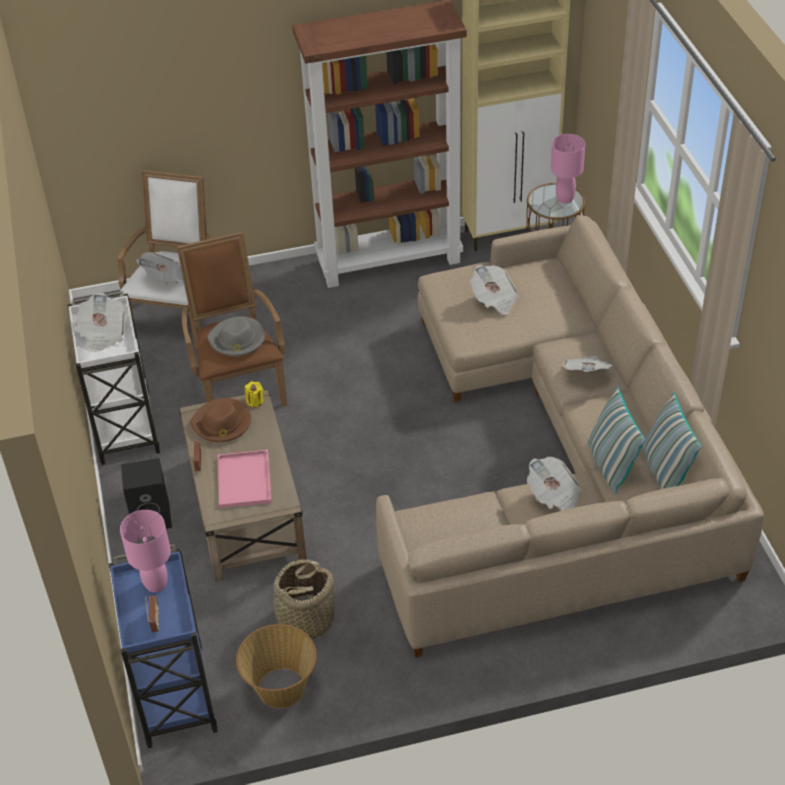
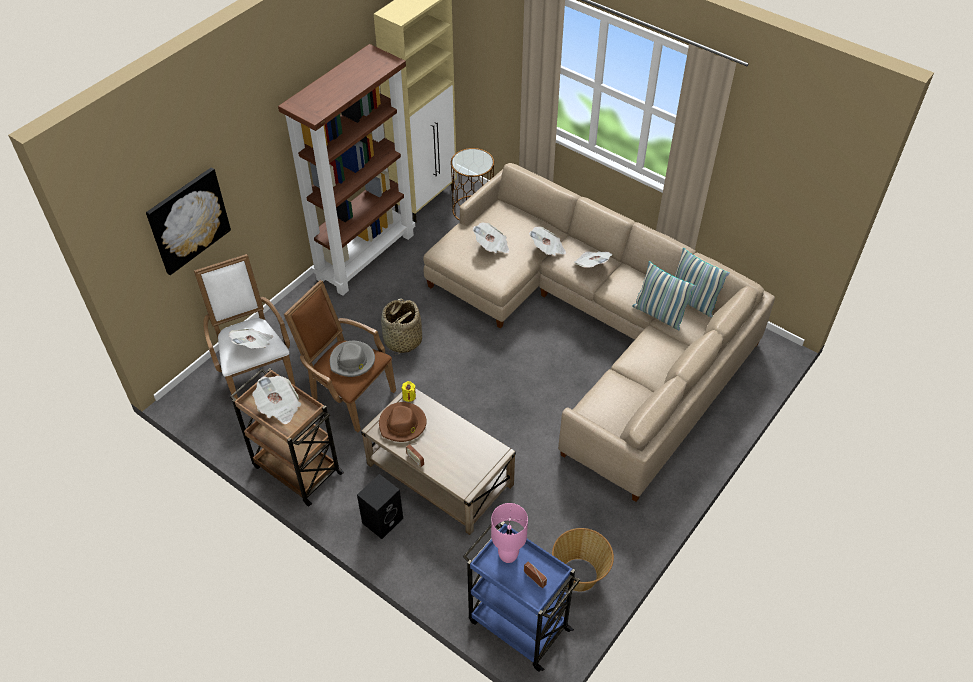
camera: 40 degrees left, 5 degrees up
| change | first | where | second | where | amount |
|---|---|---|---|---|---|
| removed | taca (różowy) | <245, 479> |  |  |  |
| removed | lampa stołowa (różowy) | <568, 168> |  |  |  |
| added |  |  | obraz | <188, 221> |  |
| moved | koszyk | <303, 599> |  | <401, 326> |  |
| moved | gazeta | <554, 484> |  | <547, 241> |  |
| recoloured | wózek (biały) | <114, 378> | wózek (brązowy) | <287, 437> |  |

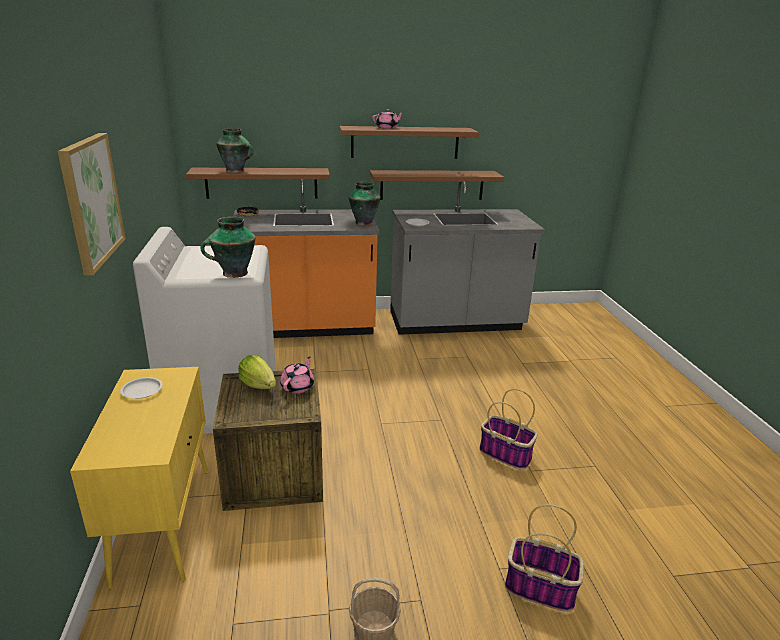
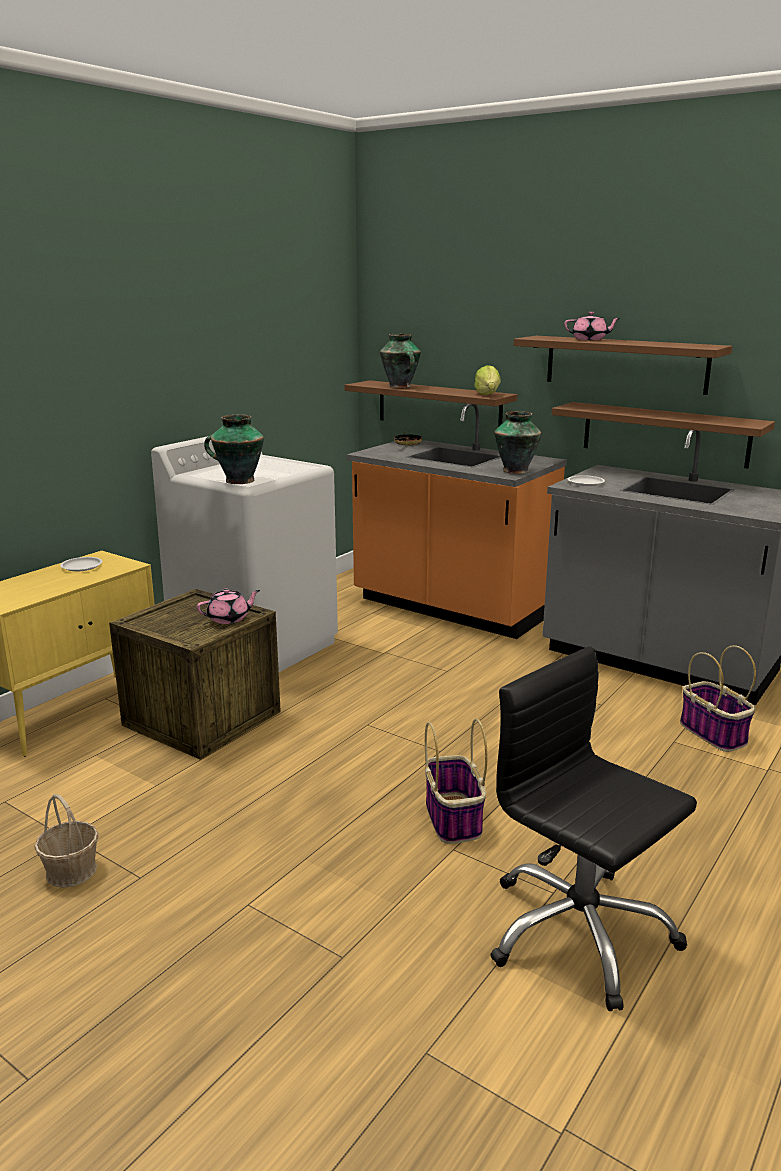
camera: 45 degrees right, 5 degrees down
| change | first | where | second | where | amount |
|---|---|---|---|---|---|
| removed | obraz | <91, 204> |  |  |  |
| added |  |  | krzesło biurowe (czarny) | <593, 828> |  |
| moved | sałata | <257, 372> |  | <487, 380> |  |
| moved | koszyk | <544, 558> |  | <718, 698> |  |

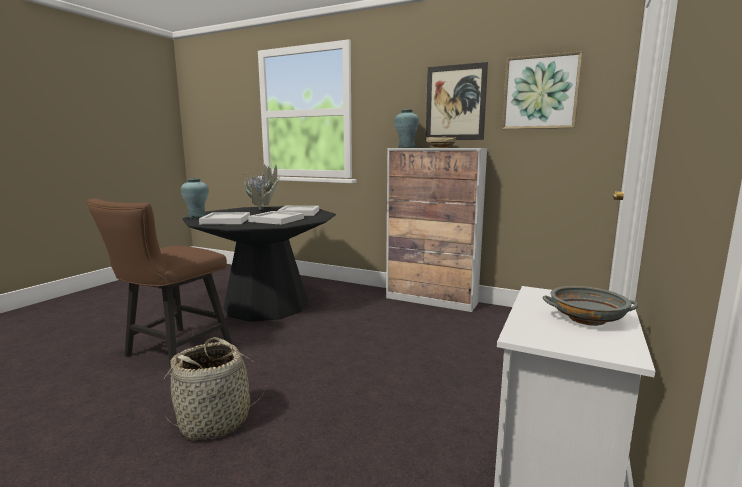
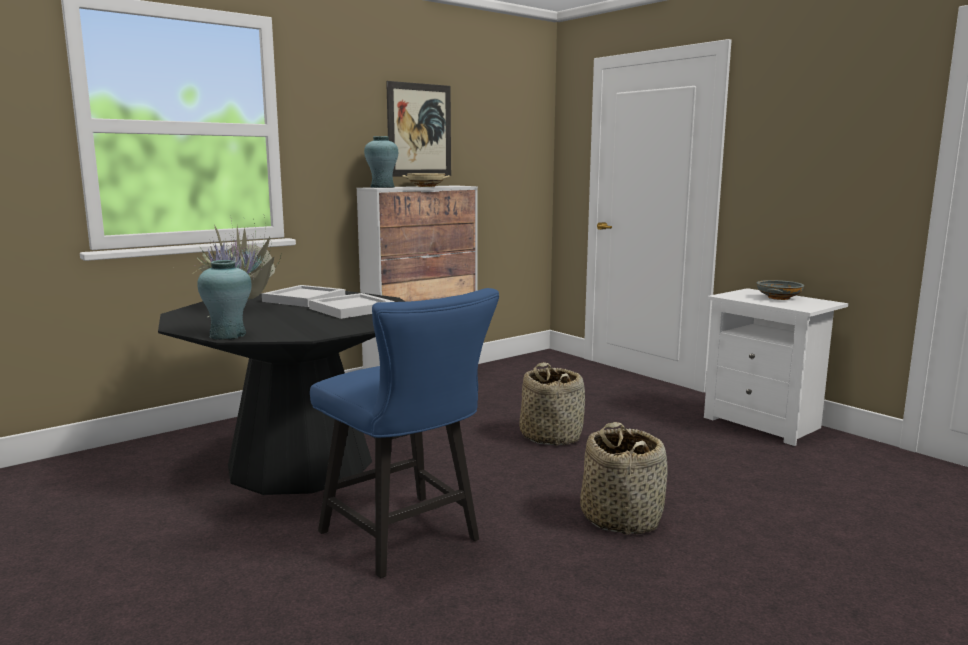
camera: 65 degrees left, 0 degrees up
| change | first | where | second | where | amount |
|---|---|---|---|---|---|
| removed | taca (biały) | <224, 218> |  |  |  |
| removed | obraz | <542, 90> |  |  |  |
| added |  |  | koszyk | <552, 404> |  |
| recoloured | krzesło (brązowy) | <159, 283> | krzesło (niebieski) | <404, 433> |  |

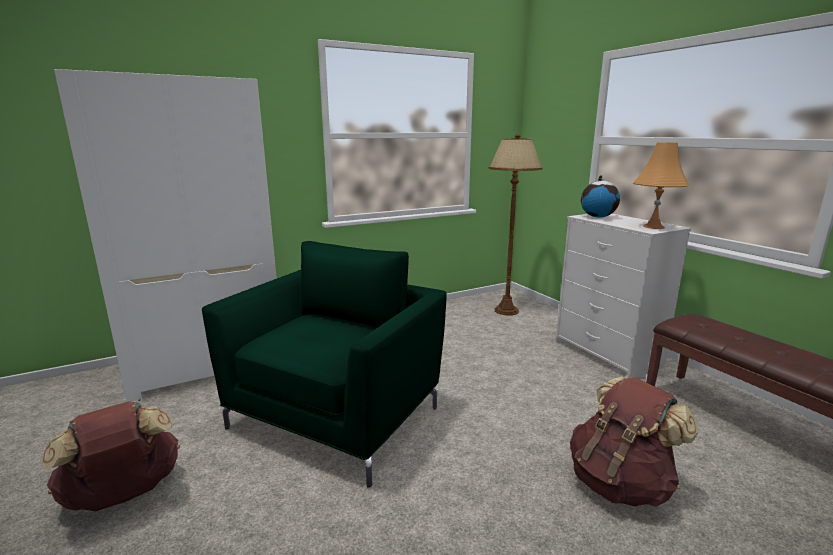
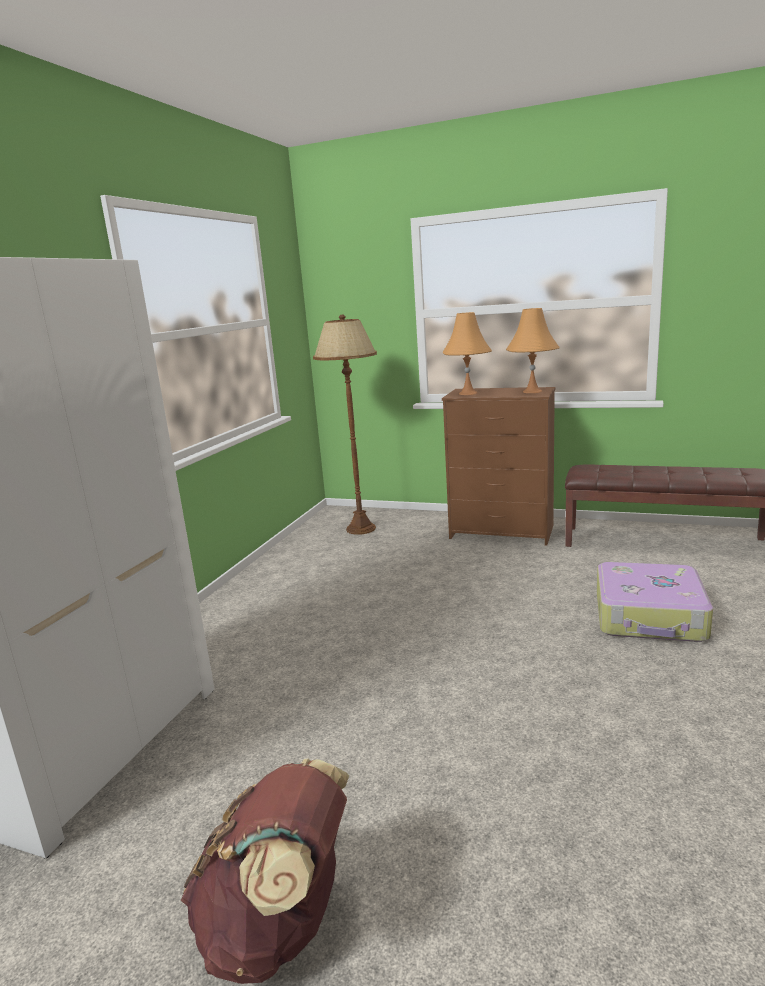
camera: 40 degrees left, 0 degrees up
| change | first | where | second | where | amount |
|---|---|---|---|---|---|
| removed | fotel (zielony) | <324, 364> |  |  |  |
| replaced | plecak (brązowy) | <634, 442> | walizka | <655, 602> |  |
| replaced | globus | <600, 196> | lampa stołowa (pomarańczowy) | <467, 353> |  |
| recoloured | komoda (biały) | <623, 296> | komoda (brązowy) | <499, 466> |  |

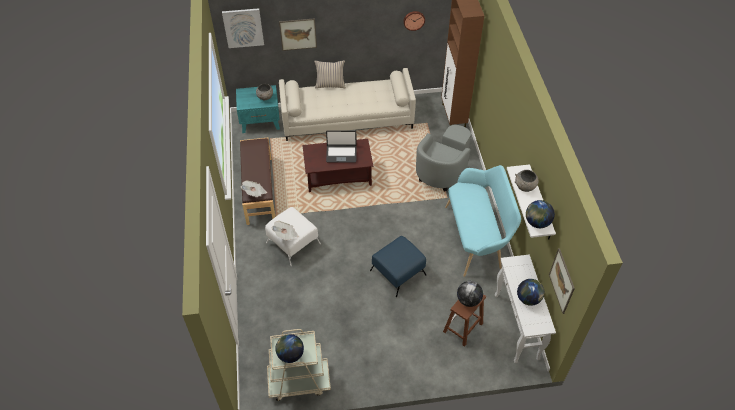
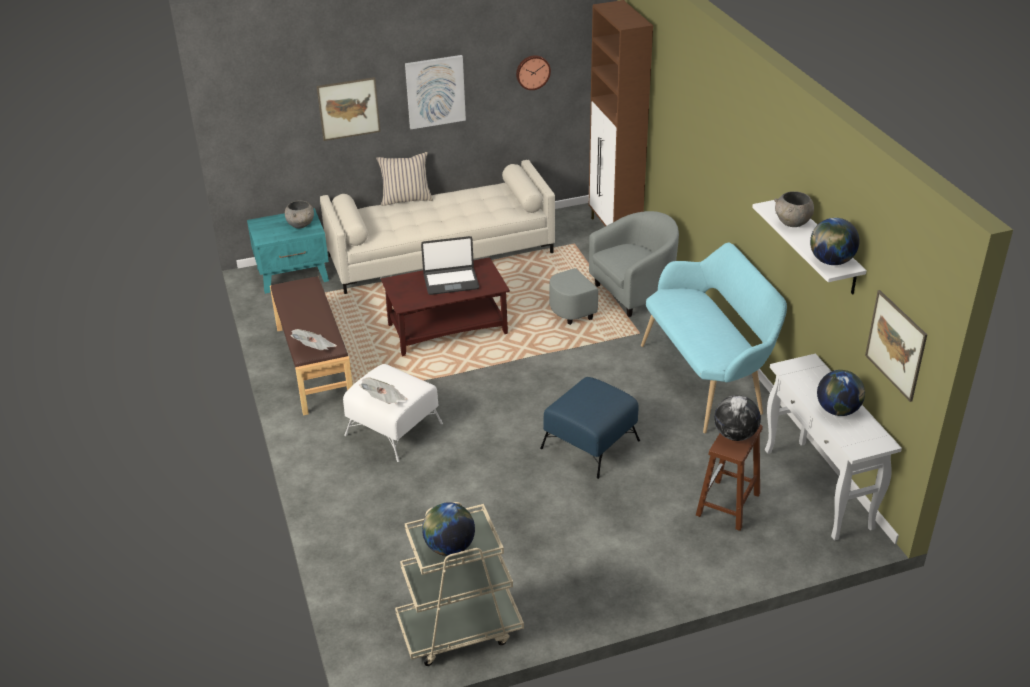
camera: 10 degrees left, 15 degrees down
| change | first | where | second | where | amount |
|---|---|---|---|---|---|
| moved | obraz | <243, 28> |  | <435, 92> |  |
| turned | fotel (szary) | <443, 158> |  | <614, 268> | 135 degrees counterclockwise |

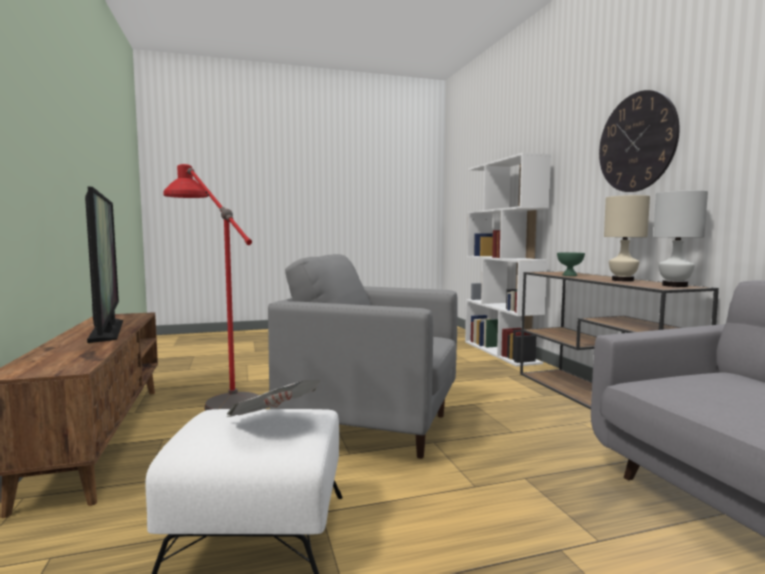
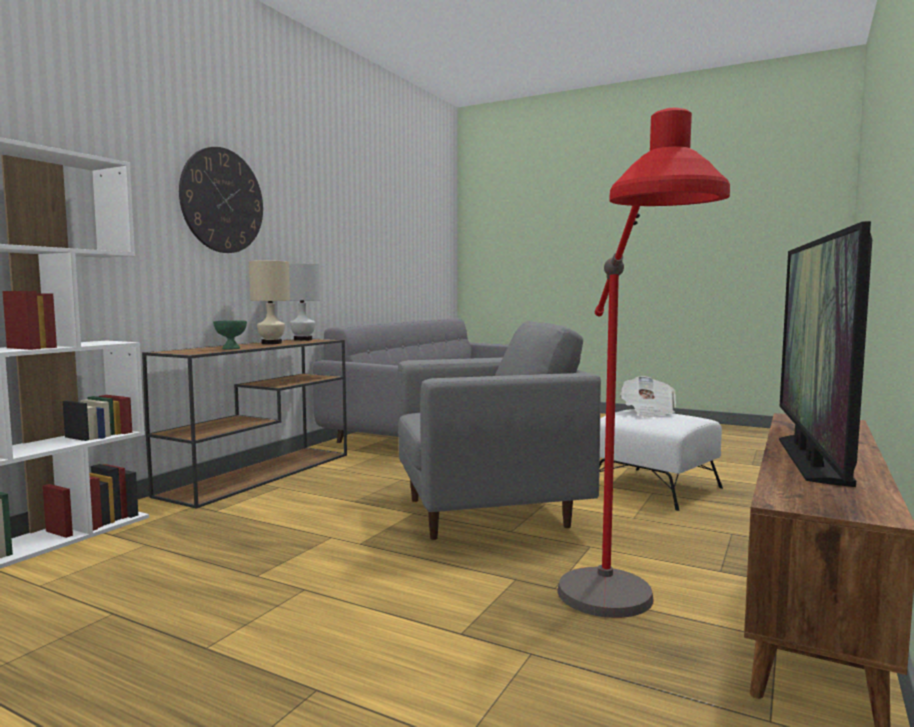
camera: 135 degrees left, 0 degrees up
| change | first | where | second | where | amount |
|---|---|---|---|---|---|
| turned | fotel (szary) | <363, 356> |  | <499, 430> | 75 degrees counterclockwise |

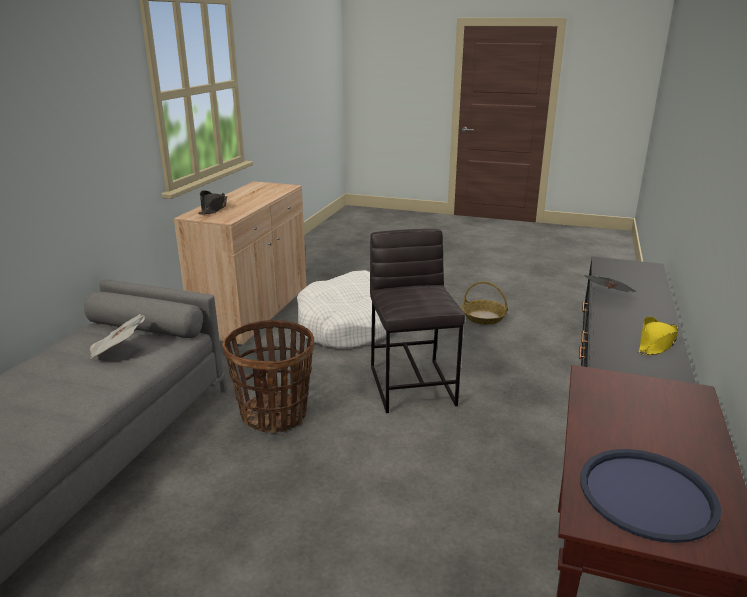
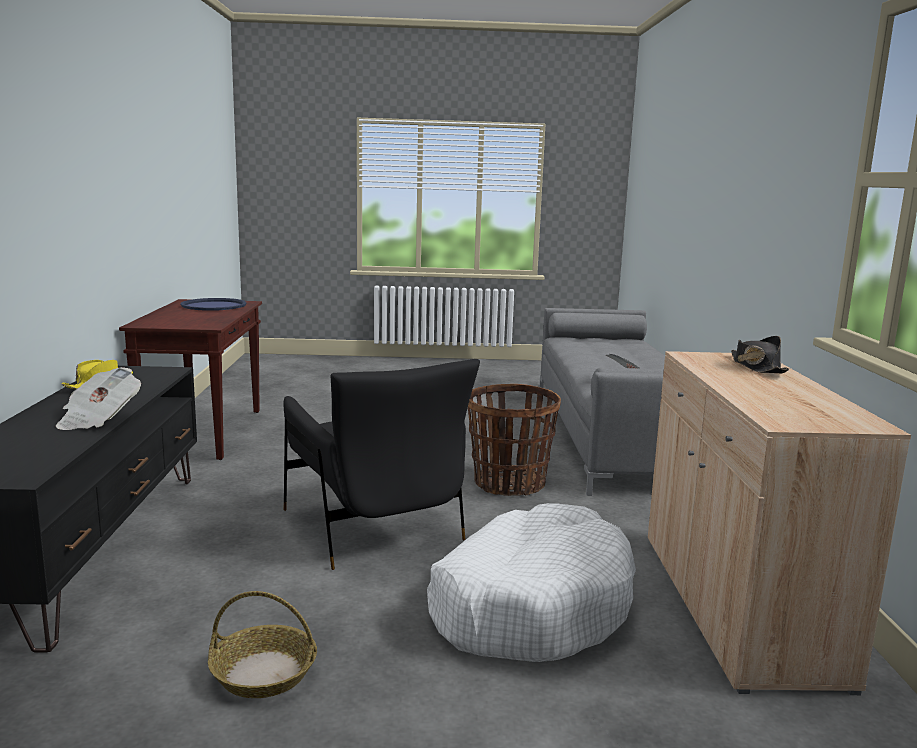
camera: 160 degrees right, 10 degrees down
| change | first | where | second | where | amount |
|---|---|---|---|---|---|
| replaced | stołek (szary) | <417, 321> | fotel (czarny) | <381, 464> |  |

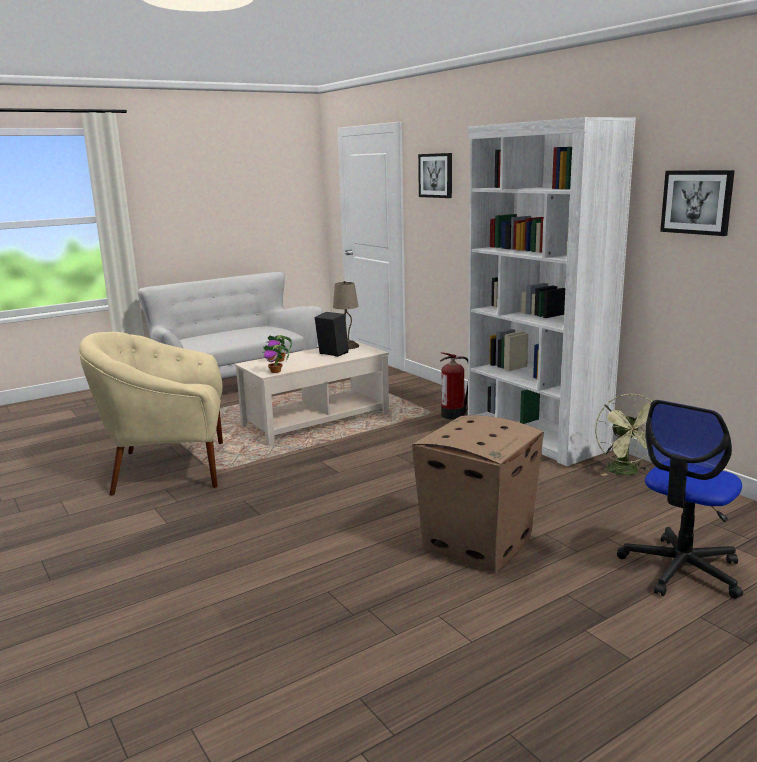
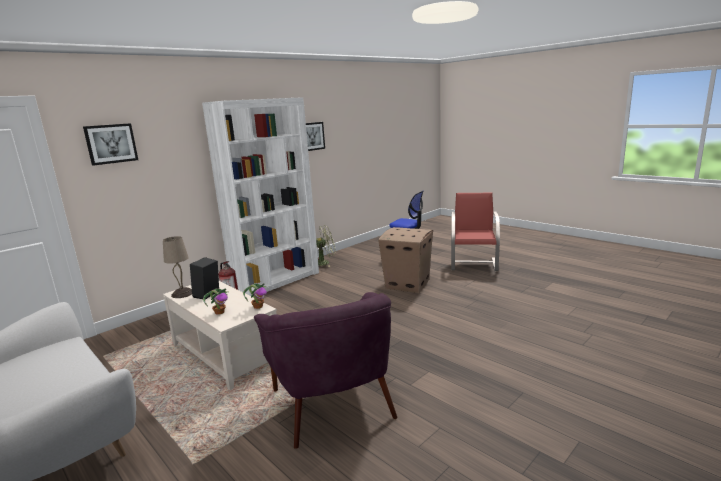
camera: 100 degrees left, 0 degrees up
| change | first | where | second | where | amount |
|---|---|---|---|---|---|
| added |  |  | krzesło (czerwony) | <475, 231> |  |
| recoloured | fotel (beżowy) | <151, 414> | fotel (fioletowy) | <325, 370> |  |

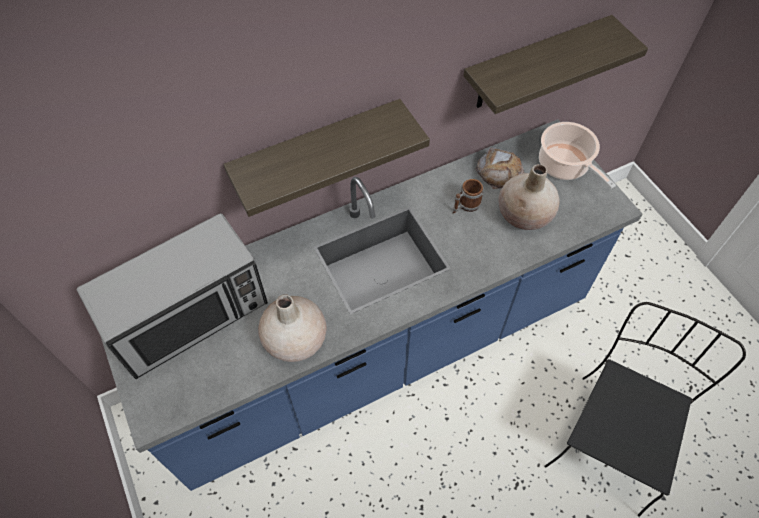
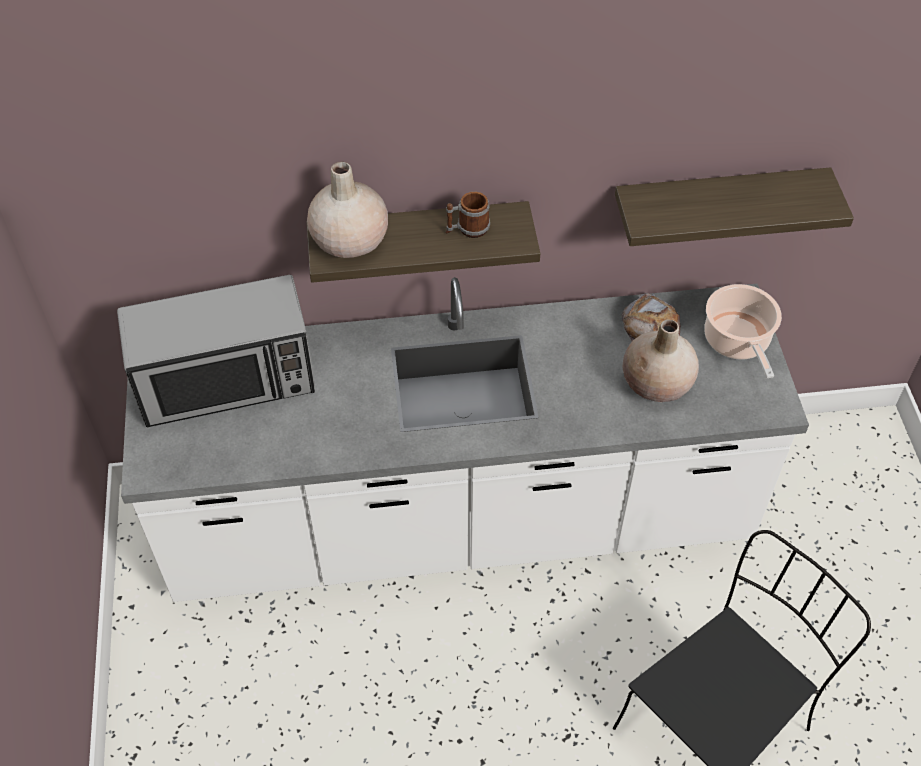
camera: 20 degrees right, 5 degrees down
| change | first | where | second | where | amount |
|---|---|---|---|---|---|
| moved | wazon (beżowy) | <292, 328> |  | <347, 210> |  |
| moved | kubek | <468, 196> |  | <468, 215> |  |
| recoloured | zabudowa kuchenna (niebieski) | <372, 305> | zabudowa kuchenna (biały) | <465, 439> |  |

